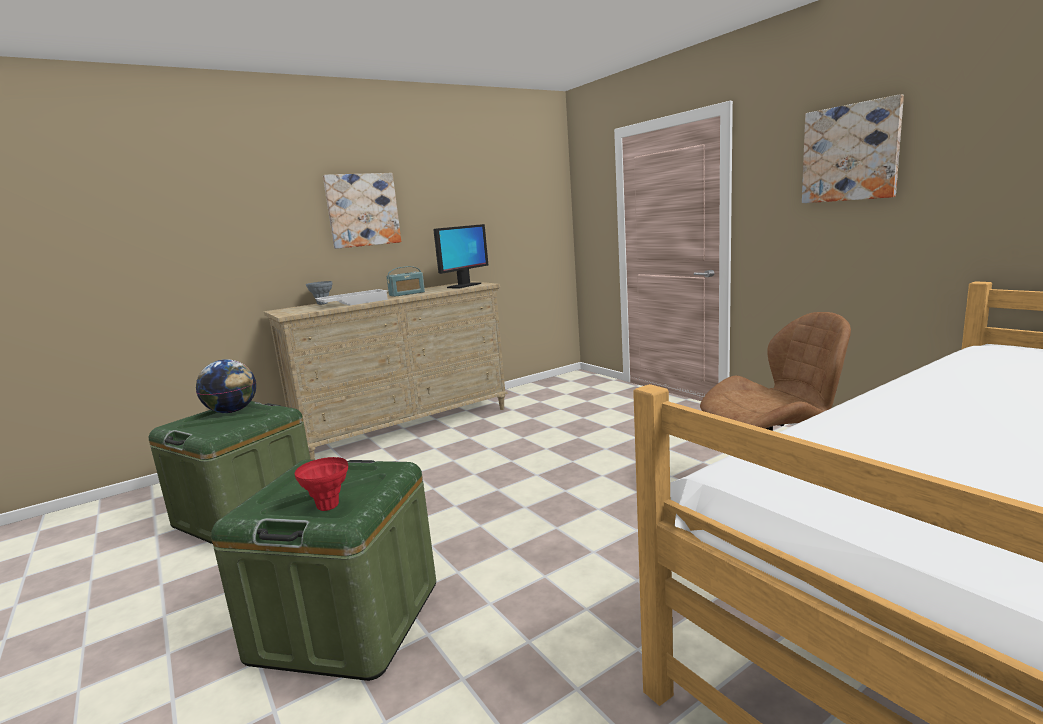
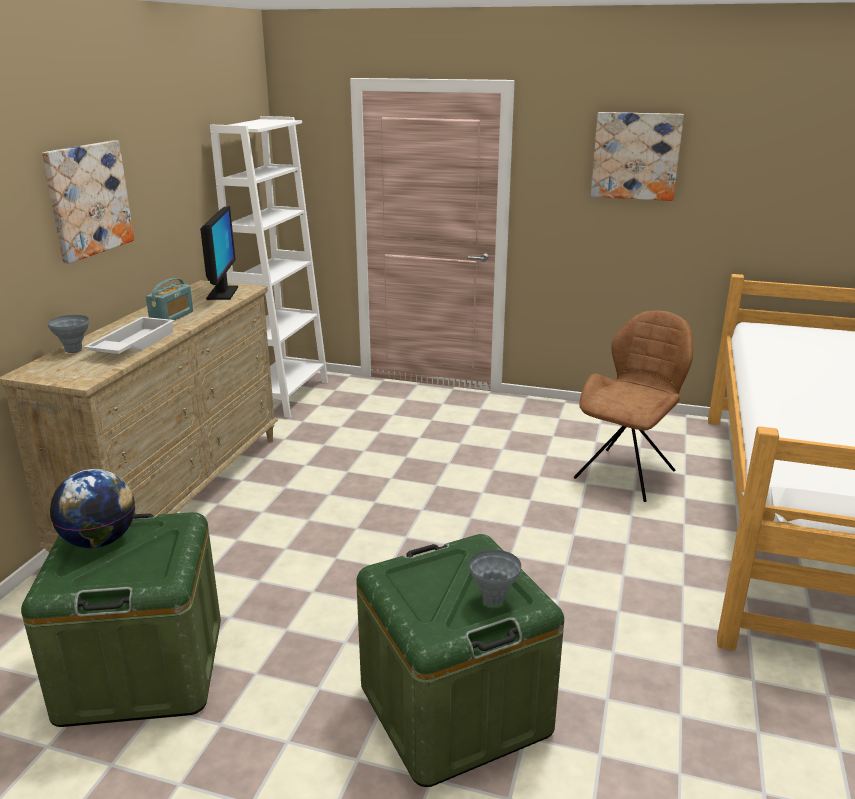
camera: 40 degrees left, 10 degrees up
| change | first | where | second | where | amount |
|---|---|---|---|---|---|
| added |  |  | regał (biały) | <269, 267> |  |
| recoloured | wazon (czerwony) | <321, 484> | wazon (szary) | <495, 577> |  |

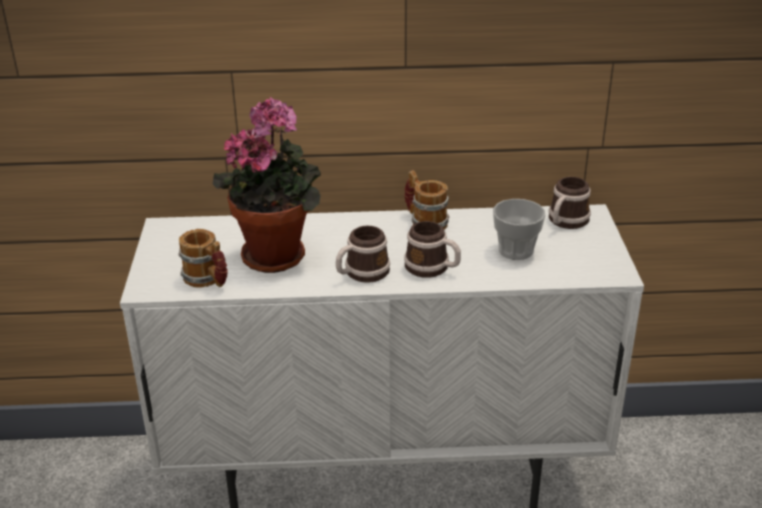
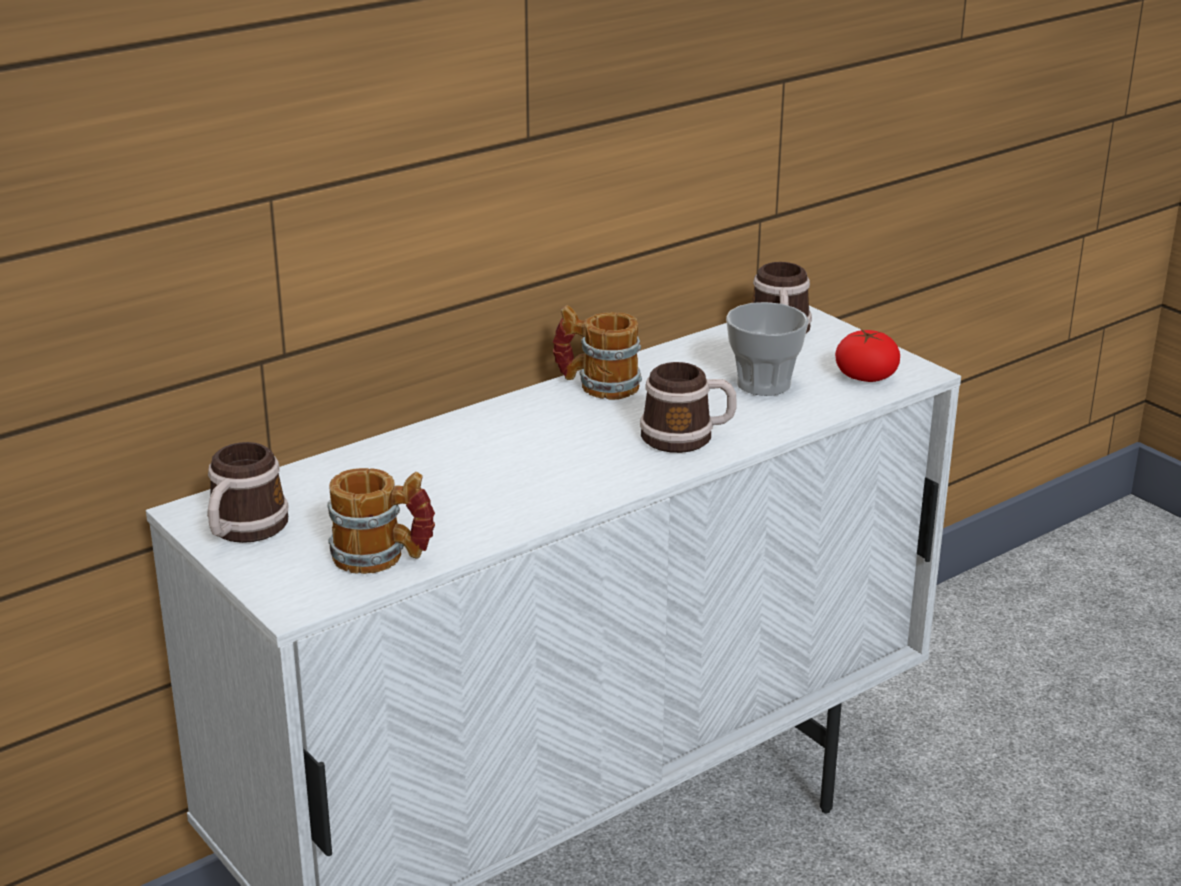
camera: 35 degrees left, 5 degrees down
| change | first | where | second | where | amount |
|---|---|---|---|---|---|
| removed | roślina doniczkowa | <267, 185> |  |  |  |
| added |  |  | pomidor | <867, 355> |  |
| moved | kubek | <363, 254> |  | <247, 492> |  |

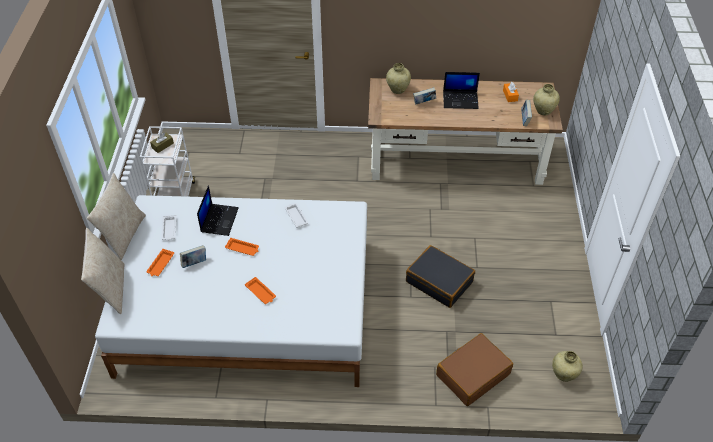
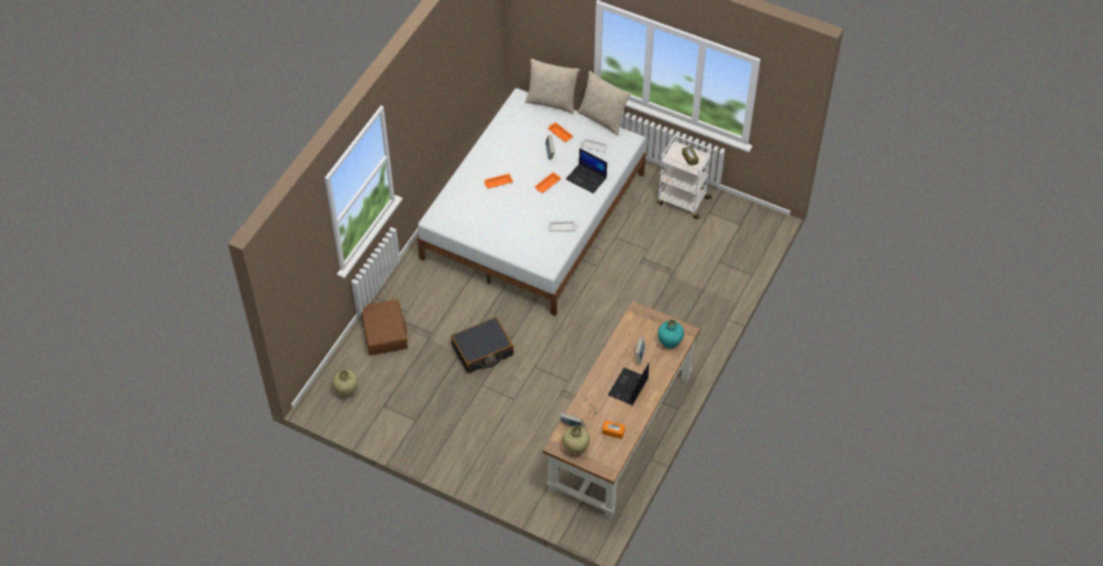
camera: 115 degrees right, 5 degrees up
| change | first | where | second | where | amount |
|---|---|---|---|---|---|
| recoloured | wazon (beżowy) | <398, 78> | wazon (turkusowy) | <671, 334> |  |

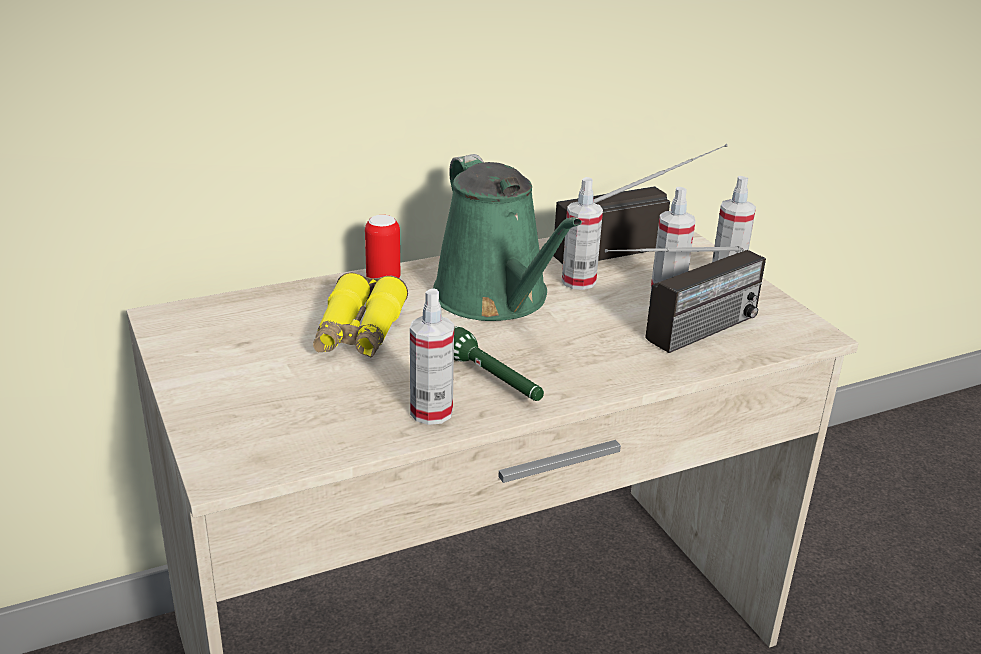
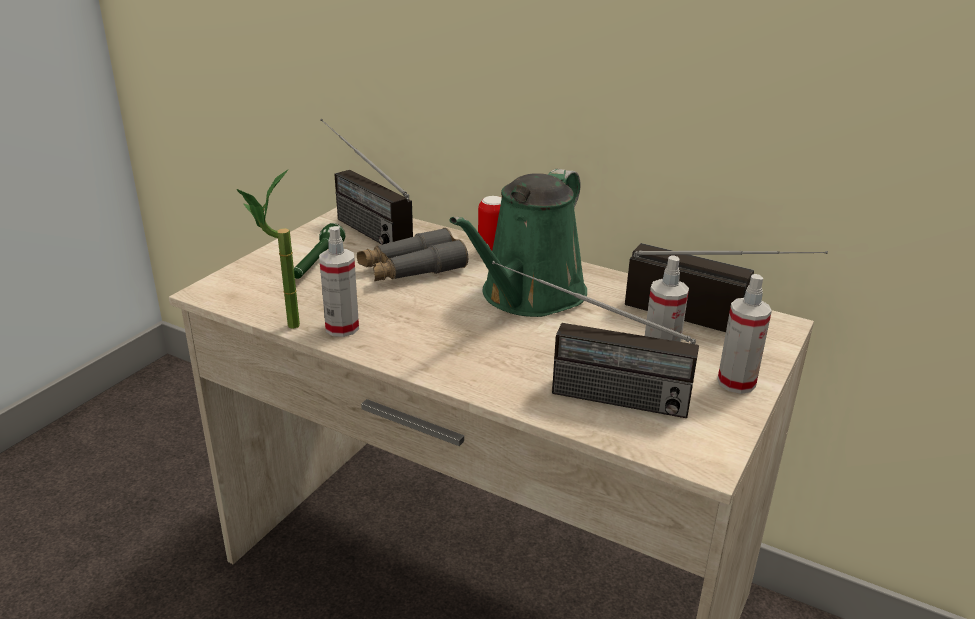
camera: 55 degrees right, 0 degrees up
| change | first | where | second | where | amount |
|---|---|---|---|---|---|
| removed | spryskiwacz | <582, 233> |  |  |  |
| added |  |  | roślina doniczkowa | <268, 249> |  |
| added |  |  | radio | <366, 182> |  |
| moved | latarka (zielony) | <499, 363> |  | <319, 251> |  |
| recoloured | lornetka (żółty) | <360, 314> | lornetka (szary) | <412, 254> |  |

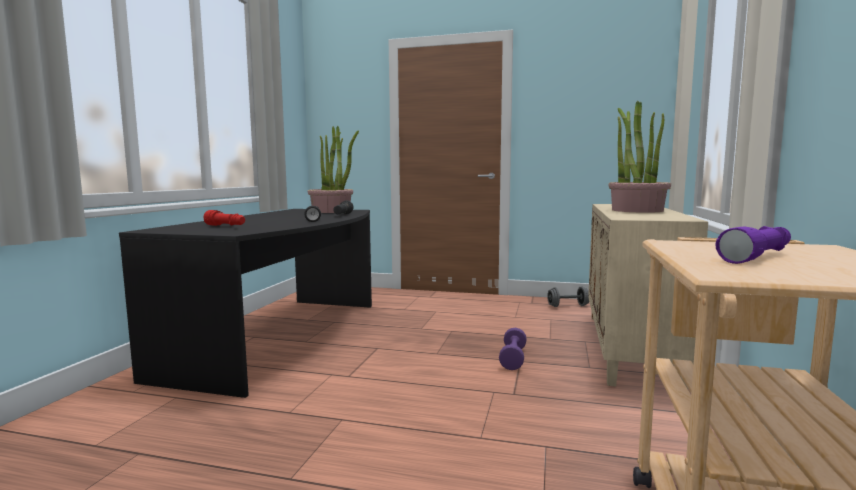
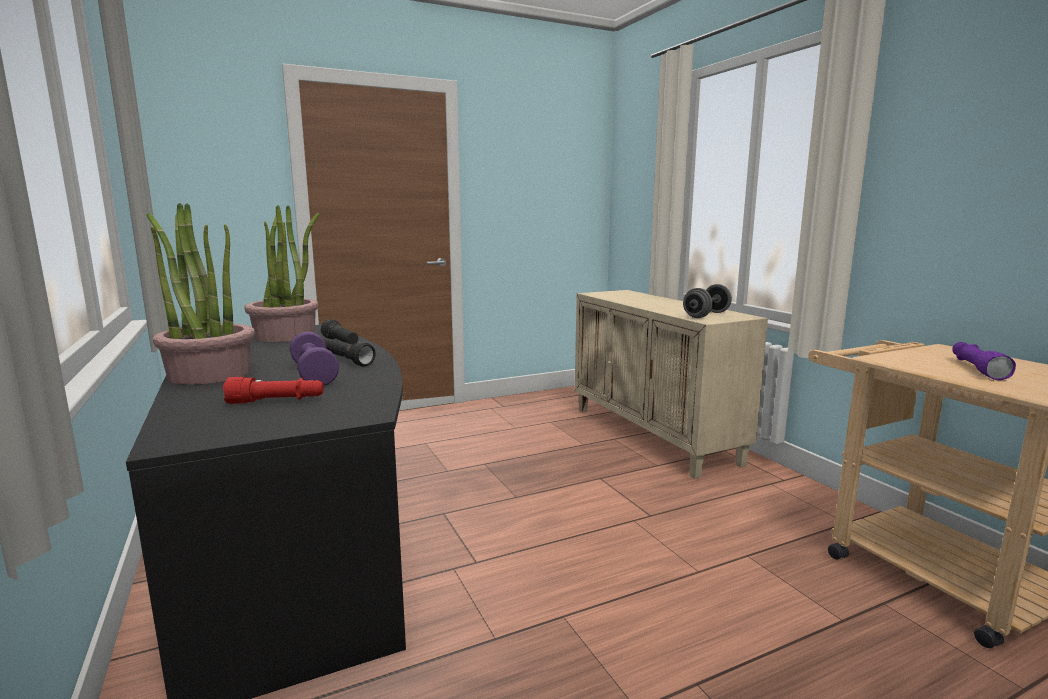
camera: 40 degrees left, 5 degrees up
| change | first | where | second | where | amount |
|---|---|---|---|---|---|
| moved | hantel (fioletowy) | <513, 349> |  | <314, 359> |  |
| moved | hantel (szary) | <568, 297> |  | <707, 301> |  |
| moved | roślina doniczkowa | <640, 157> |  | <200, 294> |  |

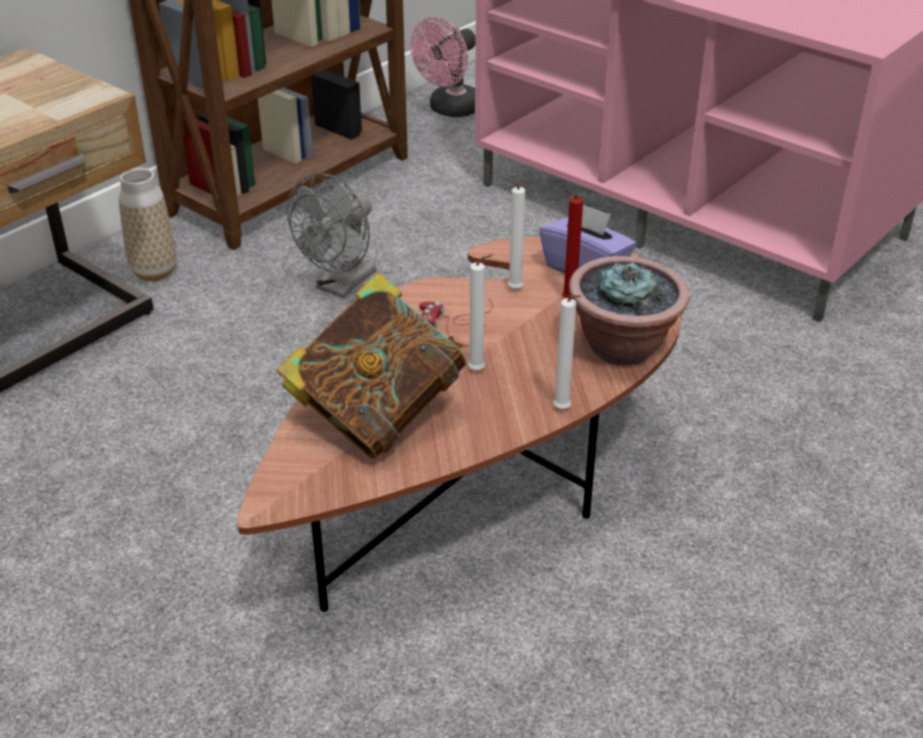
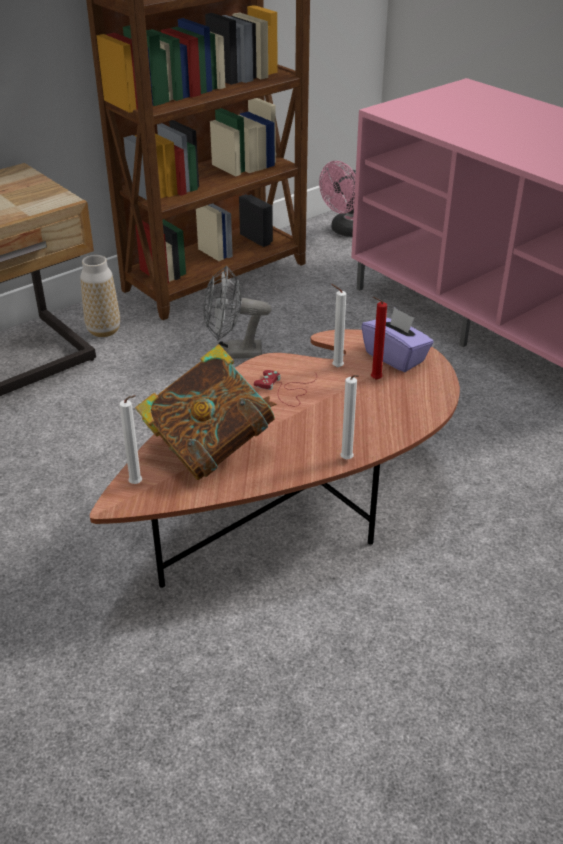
camera: 10 degrees right, 0 degrees up
| change | first | where | second | where | amount |
|---|---|---|---|---|---|
| removed | roślina doniczkowa | <629, 310> |  |  |  |
| moved | świeca (biały) | <480, 312> |  | <130, 439> |  |
| turned | wentylator (szary) | <331, 235> |  | <237, 312> | 45 degrees clockwise |

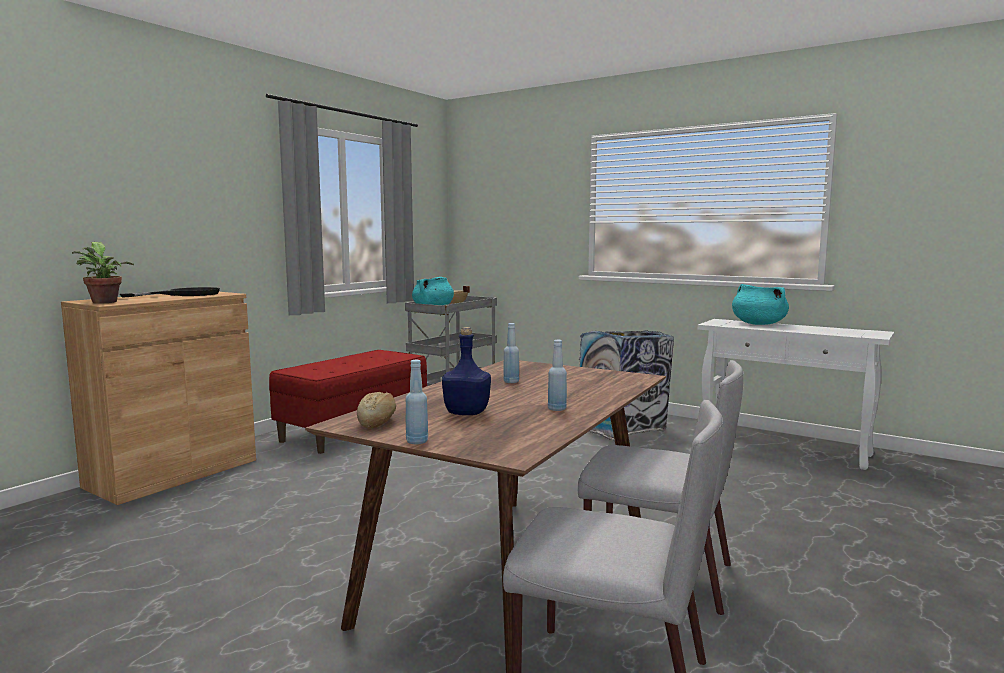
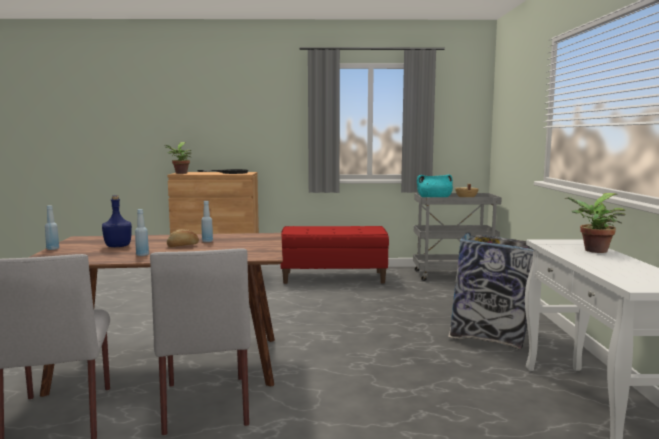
camera: 55 degrees right, 0 degrees up
| change | first | where | second | where | amount |
|---|---|---|---|---|---|
| moved | chleb | <376, 410> |  | <183, 238> |  |
| replaced | garnek (turkusowy) | <760, 304> | roślina doniczkowa | <595, 223> |  |

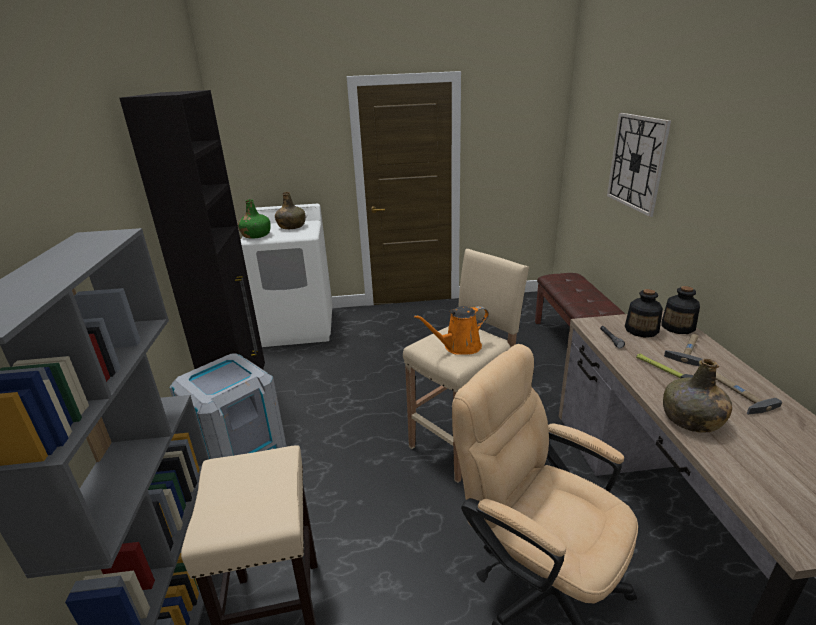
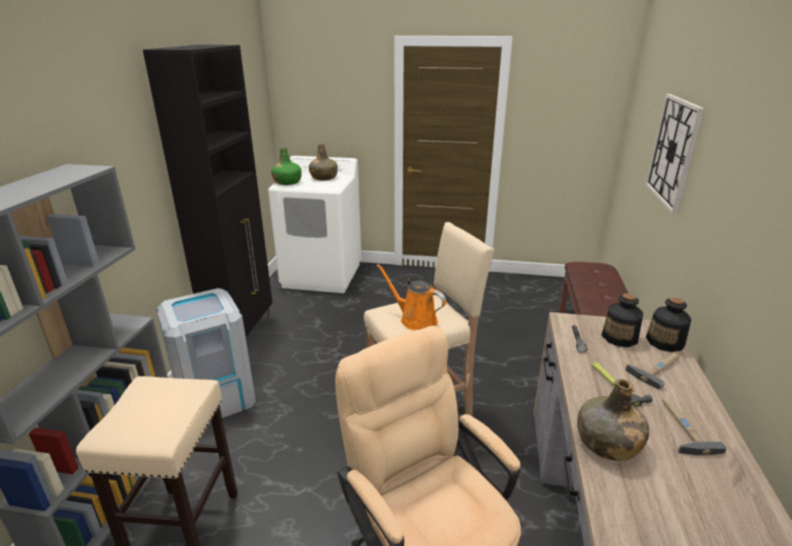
camera: 15 degrees right, 0 degrees up
| change | first | where | second | where | amount |
|---|---|---|---|---|---|
| turned | konewka (pomarańczowy) | <451, 330> |  | <411, 297> | 45 degrees clockwise |

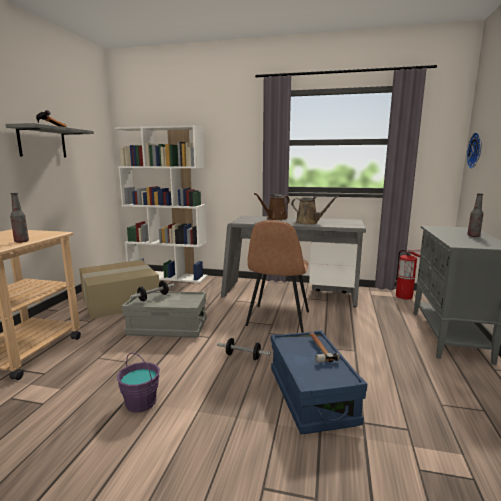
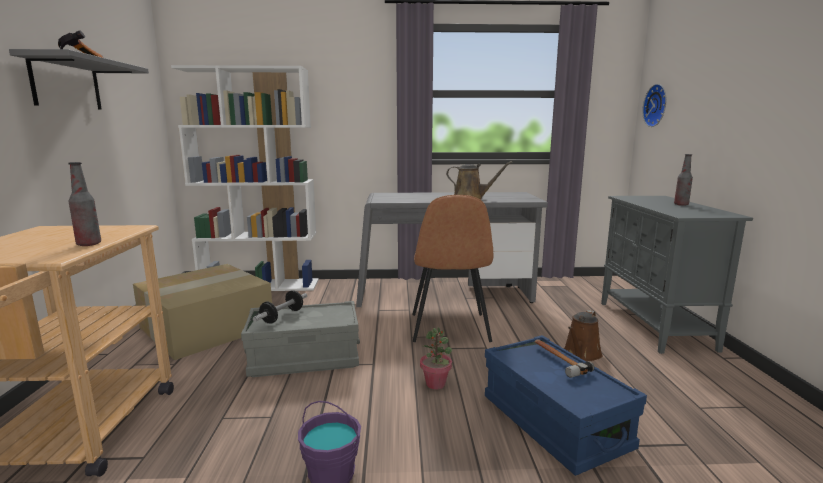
camera: 15 degrees left, 0 degrees up
| change | first | where | second | where | amount |
|---|---|---|---|---|---|
| removed | gaśnica | <407, 274> |  |  |  |
| moved | konewka (brązowy) | <272, 206> |  | <583, 336> |  |
| replaced | hantel | <244, 349> | roślina doniczkowa | <436, 358> |  |

